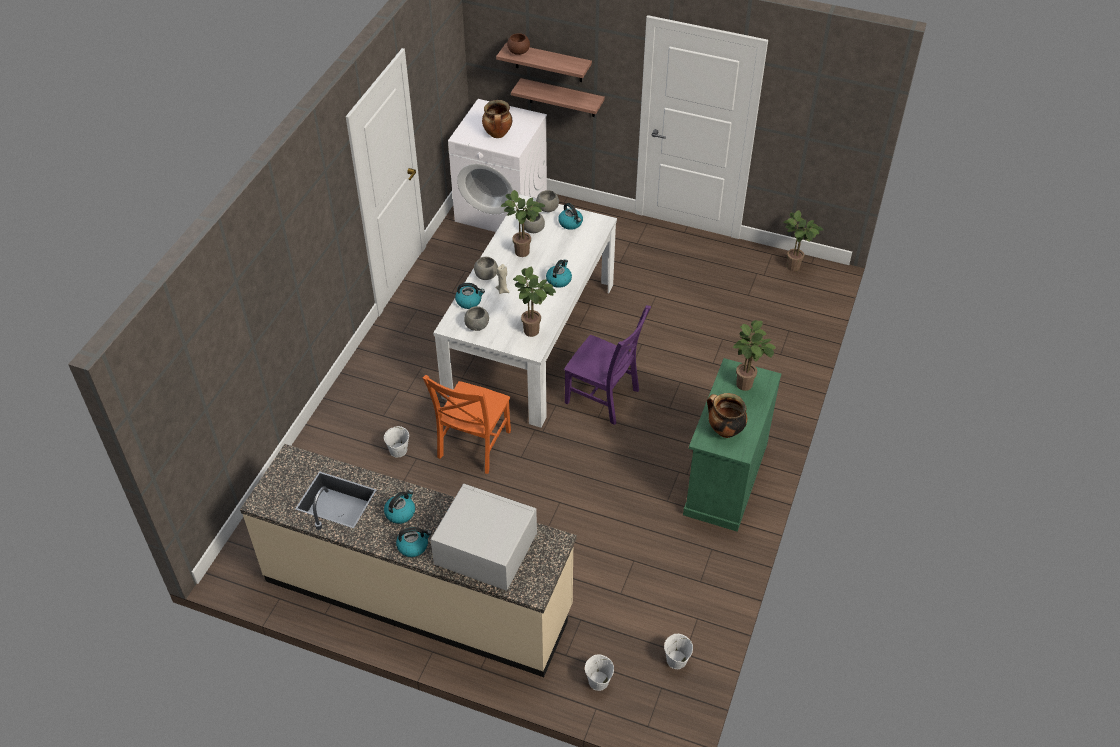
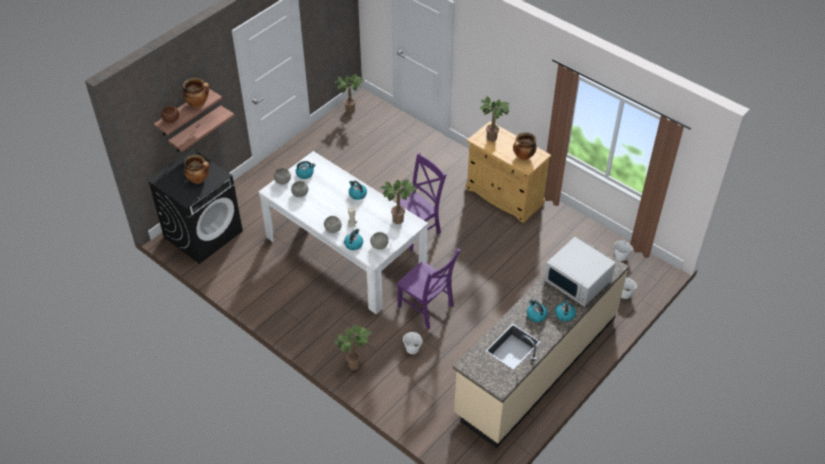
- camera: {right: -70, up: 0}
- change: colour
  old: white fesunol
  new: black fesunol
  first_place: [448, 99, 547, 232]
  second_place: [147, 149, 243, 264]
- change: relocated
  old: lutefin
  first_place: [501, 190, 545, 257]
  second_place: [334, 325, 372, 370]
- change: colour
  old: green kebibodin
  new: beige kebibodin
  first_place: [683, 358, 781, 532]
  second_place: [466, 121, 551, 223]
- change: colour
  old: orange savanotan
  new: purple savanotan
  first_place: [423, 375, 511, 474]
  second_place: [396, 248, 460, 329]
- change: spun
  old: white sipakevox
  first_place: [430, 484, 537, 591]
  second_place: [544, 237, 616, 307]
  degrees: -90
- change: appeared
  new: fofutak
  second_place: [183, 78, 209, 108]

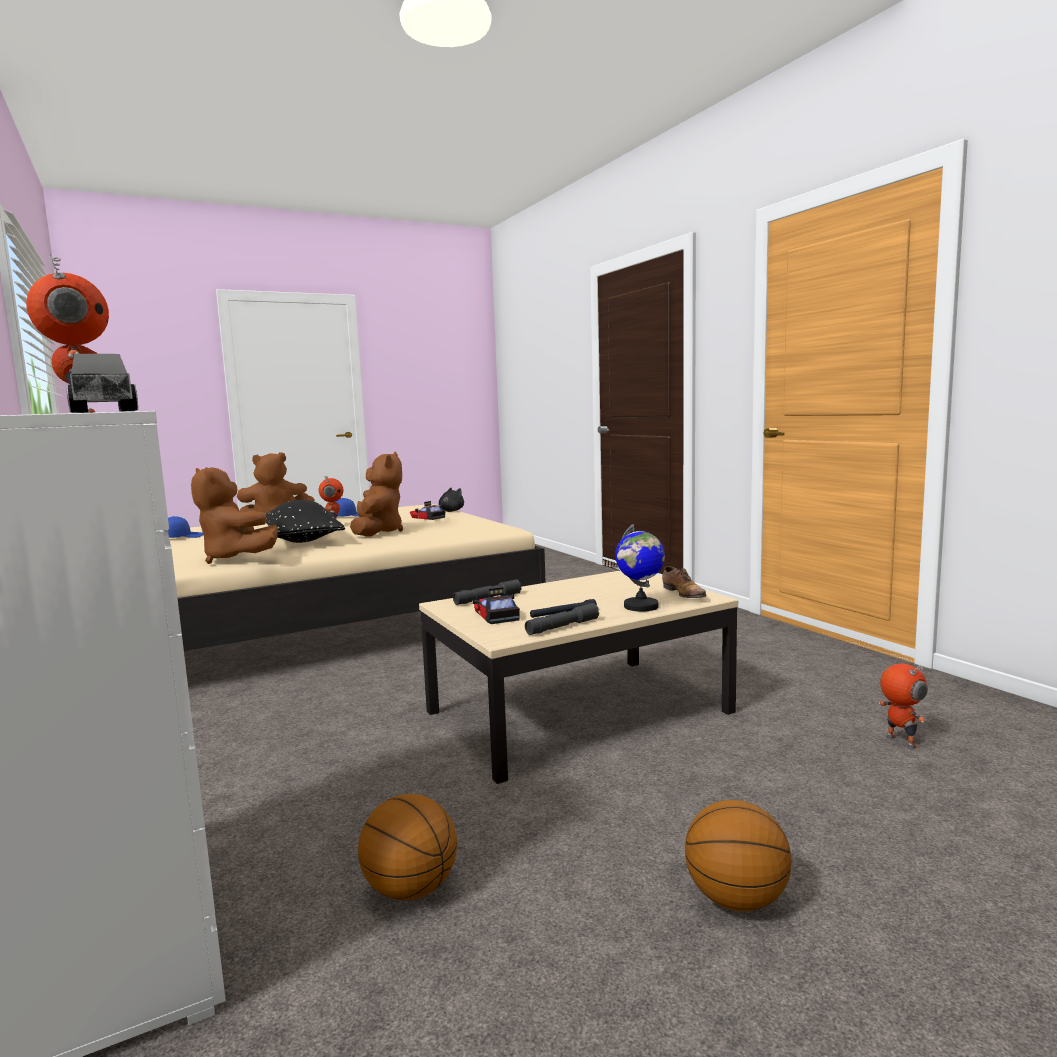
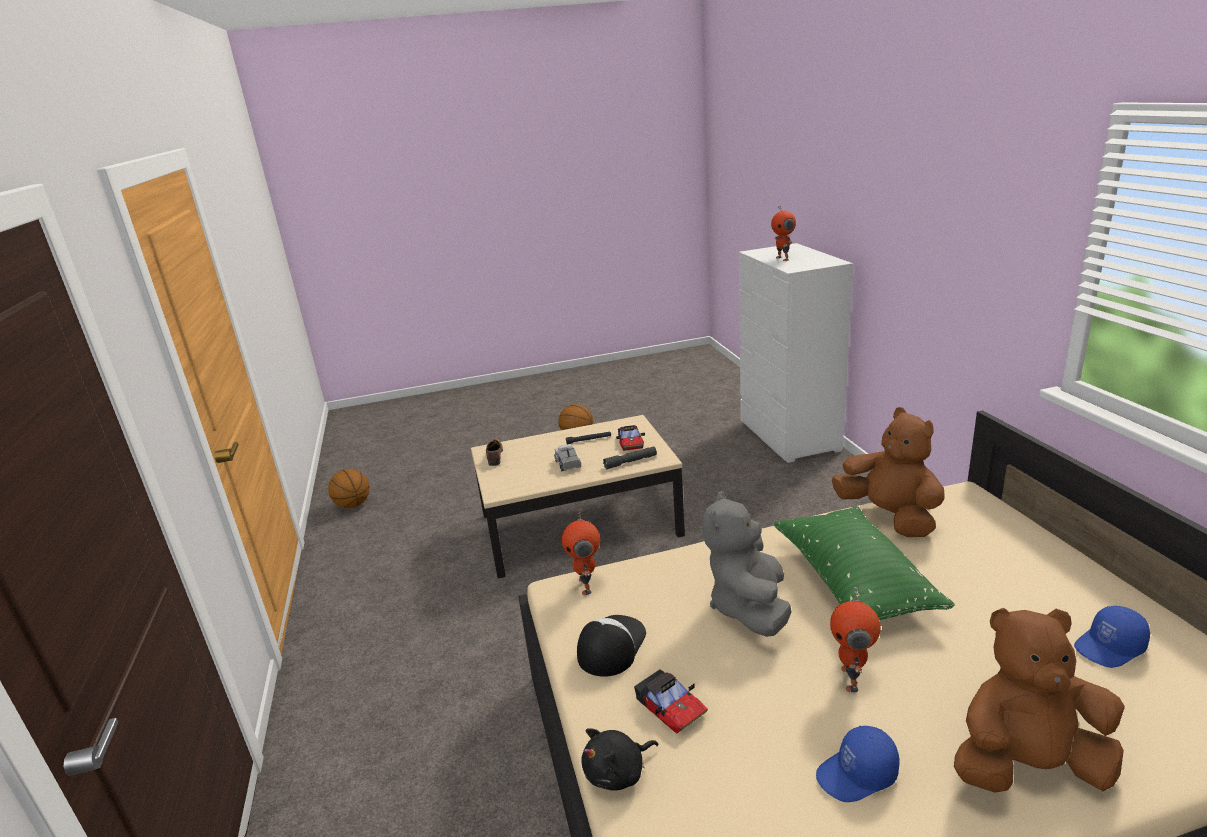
- camera: {right: -165, up: 15}
- change: relocated
  old: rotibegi
  first_place: [66, 354, 138, 413]
  second_place: [554, 444, 581, 471]
- change: colour
  old: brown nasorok
  new: grey nasorok
  first_place: [350, 452, 403, 537]
  second_place: [703, 491, 791, 637]
- change: colour
  old: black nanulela
  new: green nanulela
  first_place: [266, 500, 345, 543]
  second_place: [774, 506, 955, 620]
- change: missing
  old: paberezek
  first_place: [615, 524, 665, 612]
- change: missing
  old: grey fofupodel
  first_place: [525, 603, 599, 635]
- change: relocated
  old: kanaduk
  first_place: [879, 663, 928, 749]
  second_place: [562, 508, 600, 595]
- change: relocated
  old: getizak
  first_place: [358, 794, 457, 901]
  second_place: [328, 469, 370, 508]
- change: appeared
  new: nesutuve
  second_place: [577, 615, 646, 677]

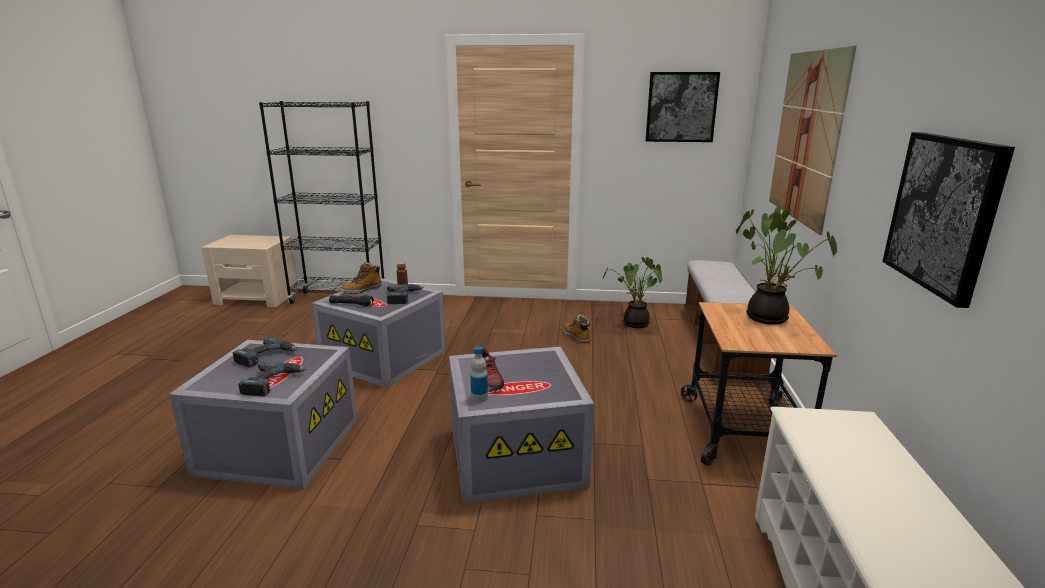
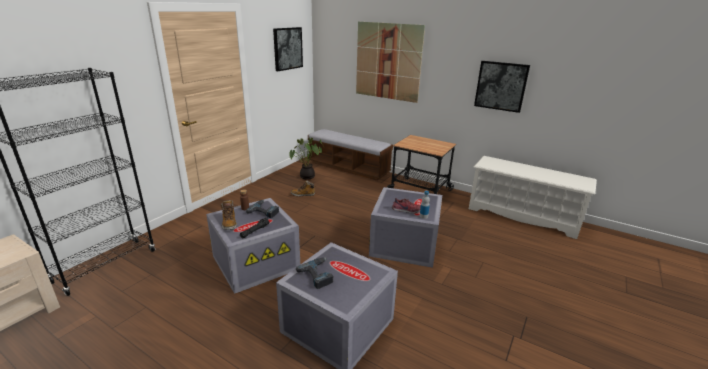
- camera: {right: -65, up: 5}
- change: missing
  old: lutefin
  first_place: [736, 207, 837, 325]
- change: missing
  old: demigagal
  first_place: [238, 362, 306, 396]

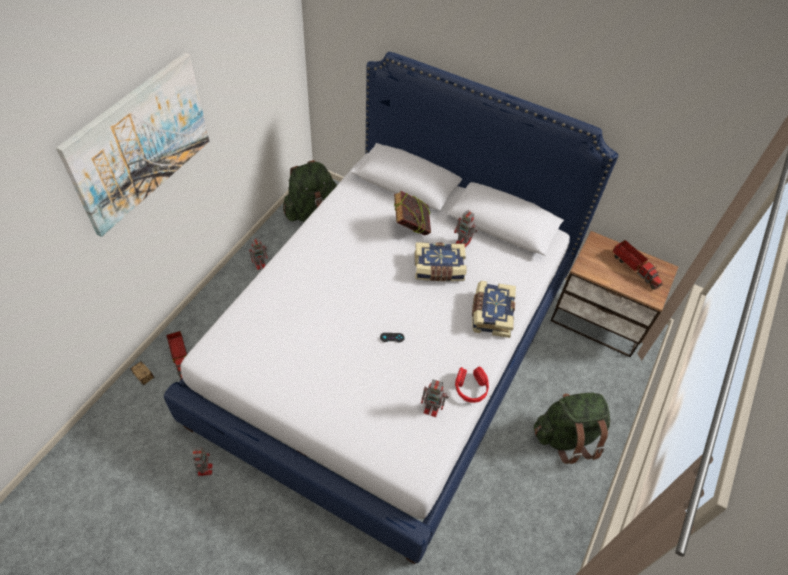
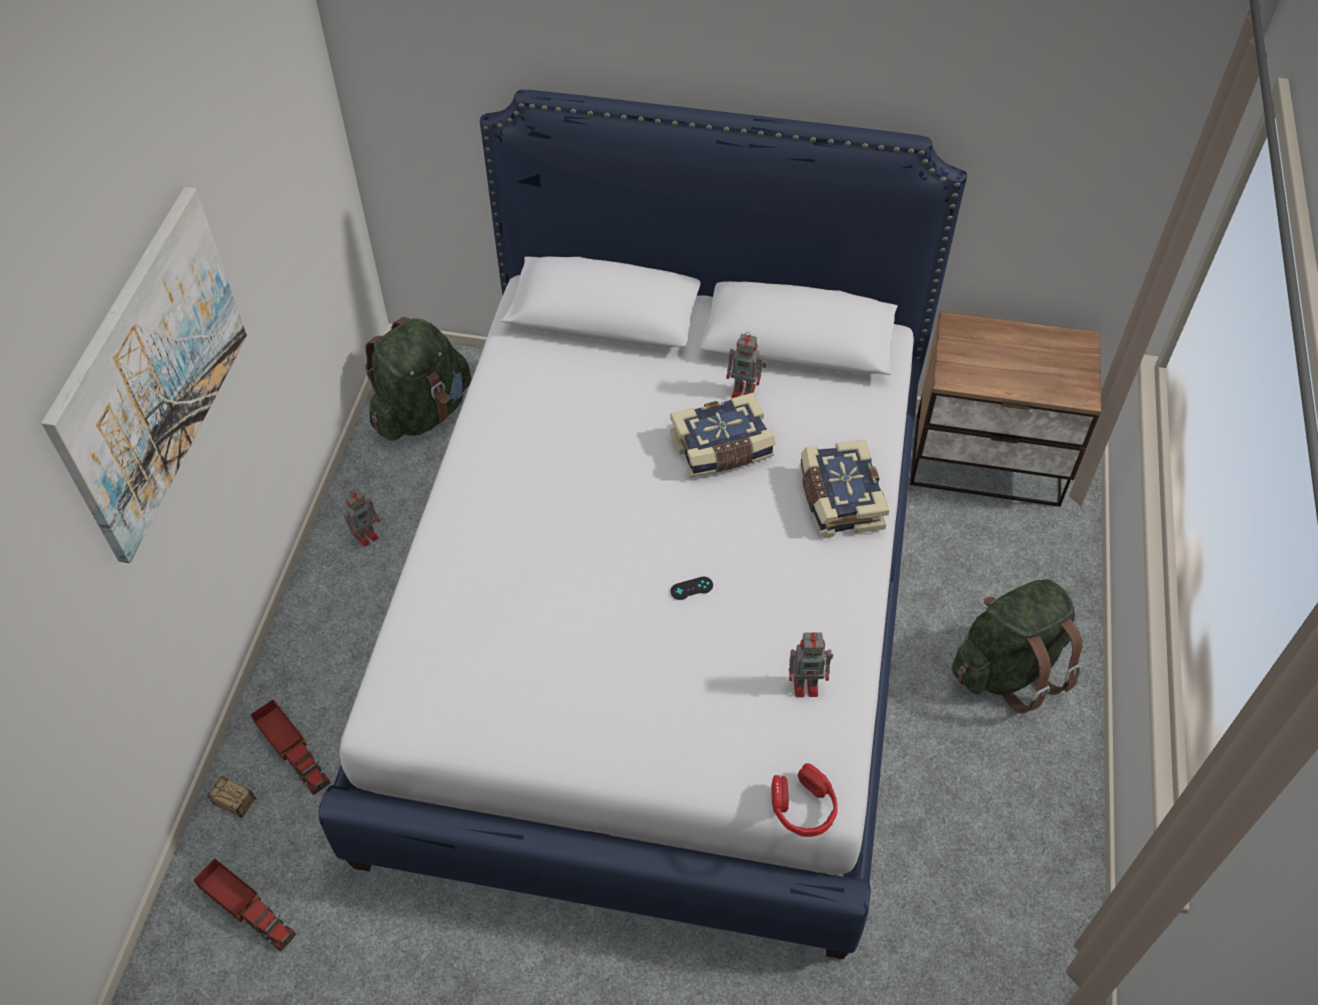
- camera: {right: -15, up: 0}
- change: missing
  old: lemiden
  first_place: [394, 191, 431, 235]
- change: relocated
  old: rotibegi
  first_place: [613, 240, 662, 290]
  second_place: [193, 858, 296, 952]
- change: relocated
  old: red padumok
  first_place: [455, 367, 489, 403]
  second_place: [771, 763, 838, 837]
- change: missing
  old: kanaduk
  first_place: [192, 448, 213, 476]

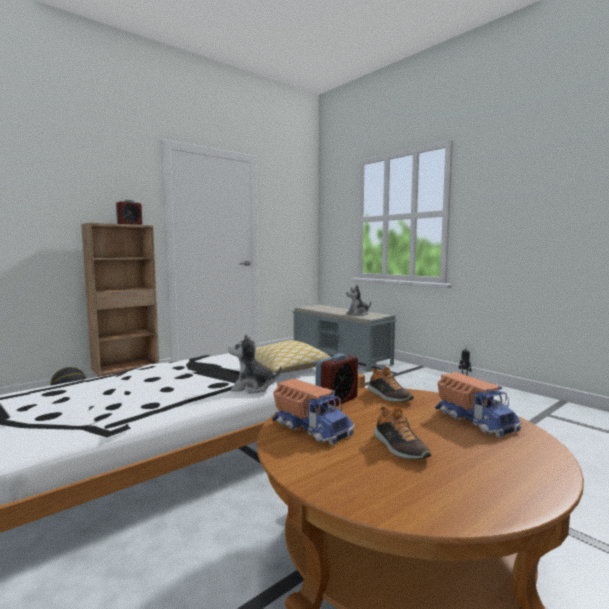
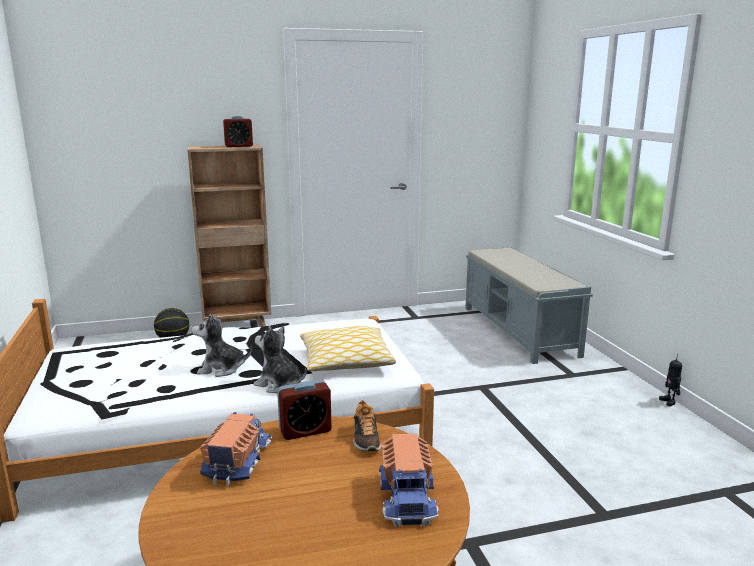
- camera: {right: 25, up: 10}
- change: relocated
  old: nasorok
  first_place: [346, 285, 371, 315]
  second_place: [192, 314, 252, 377]
- change: spun
  old: rotibegi
  first_place: [272, 378, 355, 445]
  second_place: [200, 412, 272, 486]
  degrees: -150
- change: missing
  old: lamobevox
  first_place: [374, 406, 431, 459]

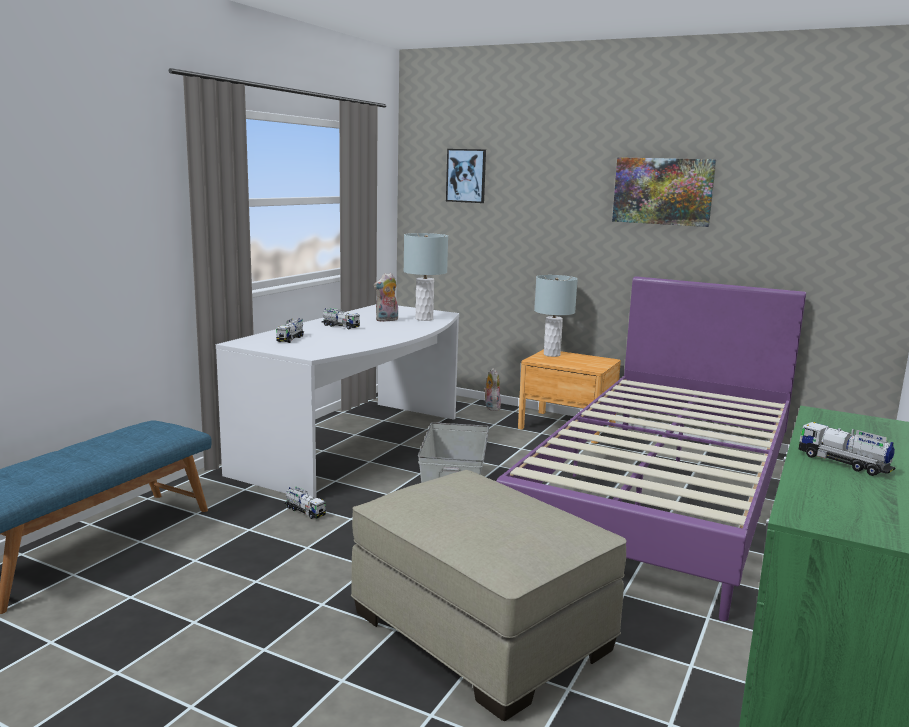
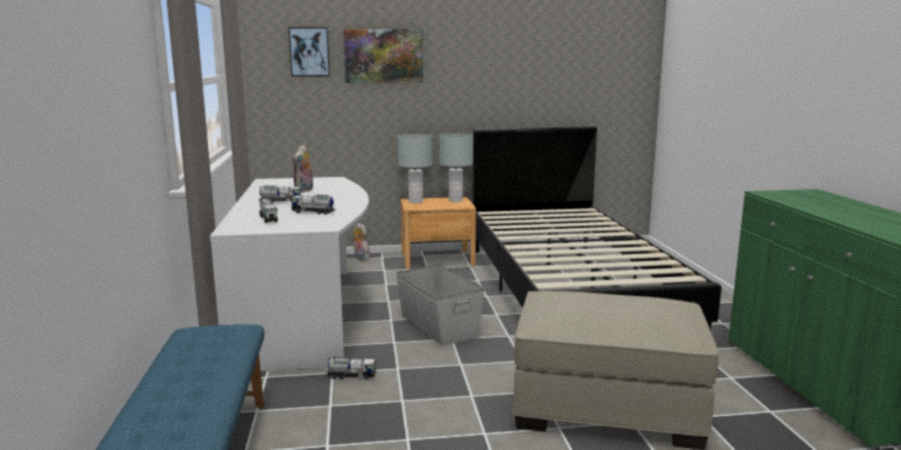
- camera: {right: -35, up: 0}
- change: relocated
  old: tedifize
  first_place: [612, 157, 716, 227]
  second_place: [344, 29, 423, 83]
- change: relocated
  old: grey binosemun
  first_place: [403, 233, 448, 321]
  second_place: [439, 133, 473, 202]
- change: colour
  old: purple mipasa
  new: black mipasa
  first_place: [496, 276, 806, 621]
  second_place: [472, 126, 721, 331]
- change: relocated
  old: rotibegi
  first_place: [798, 422, 896, 476]
  second_place: [291, 195, 336, 215]

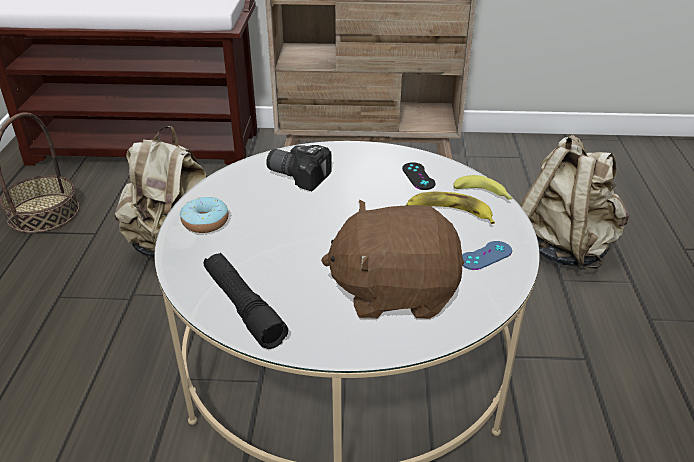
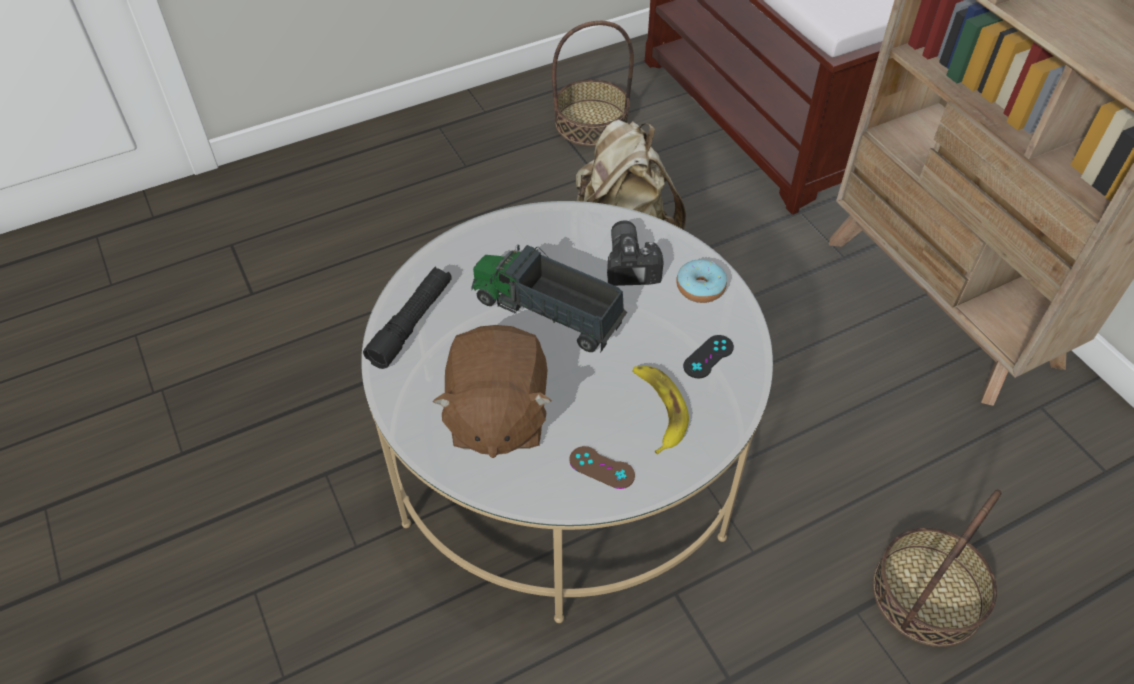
- camera: {right: 60, up: 15}
- change: exchanged
  old: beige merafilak
  new: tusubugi
  first_place: [520, 134, 629, 270]
  second_place: [873, 489, 1002, 647]
- change: missing
  old: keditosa
  first_place: [453, 175, 513, 200]
- change: relocated
  old: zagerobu
  first_place: [180, 197, 229, 233]
  second_place: [676, 259, 727, 303]
- change: spun
  old: brown nasorok
  first_place: [321, 200, 464, 319]
  second_place: [433, 325, 551, 458]
  degrees: -150
- change: colour
  old: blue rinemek
  new: brown rinemek
  first_place: [462, 241, 512, 270]
  second_place: [569, 446, 635, 489]
- change: appeared
  new: rotibegi
  second_place: [471, 245, 627, 352]

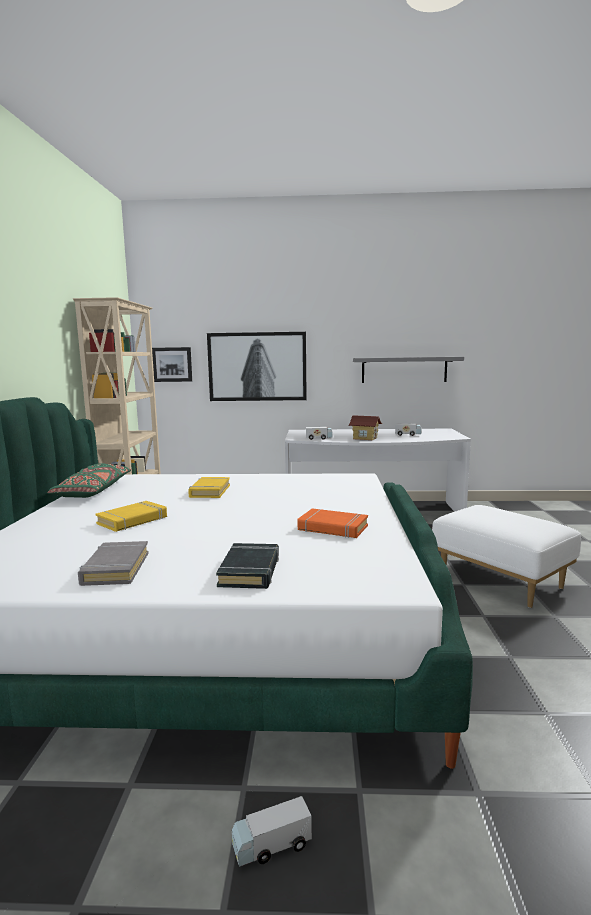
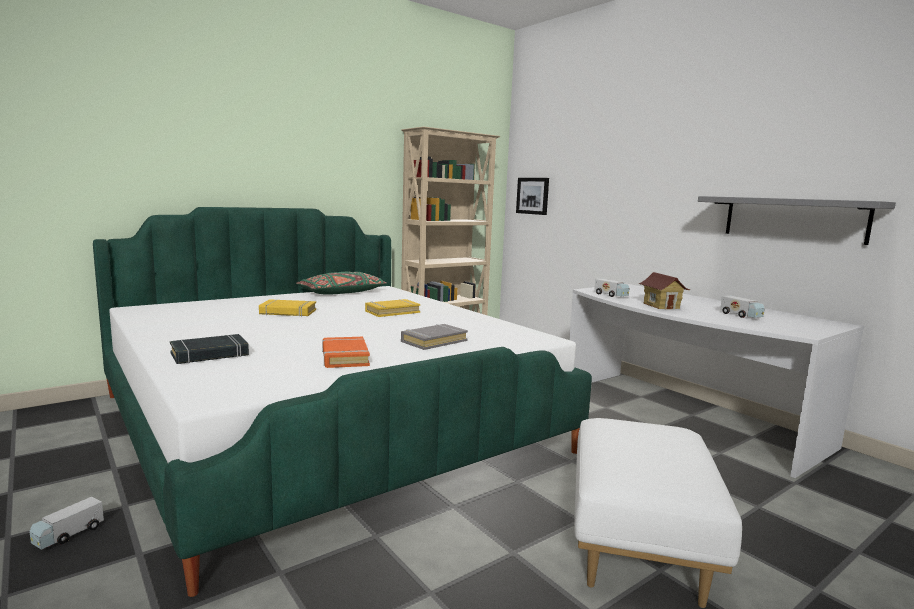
- camera: {right: 50, up: 0}
- change: missing
  old: tedifize
  first_place: [207, 332, 307, 401]
- change: relocated
  old: grey lemiden
  first_place: [78, 541, 149, 586]
  second_place: [401, 324, 468, 350]
- change: spun
  old: rotibegi
  first_place: [232, 796, 312, 867]
  second_place: [29, 497, 104, 550]
  degrees: -90

